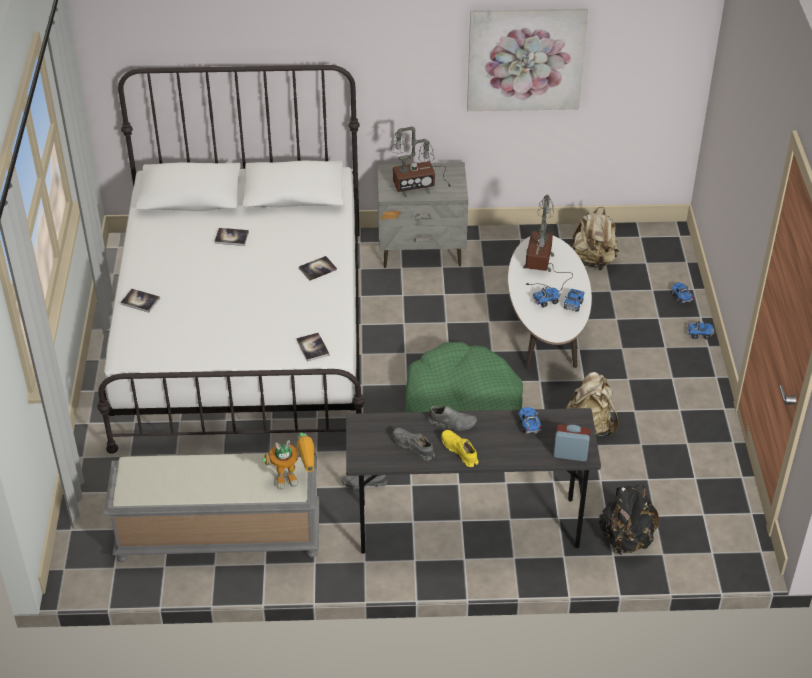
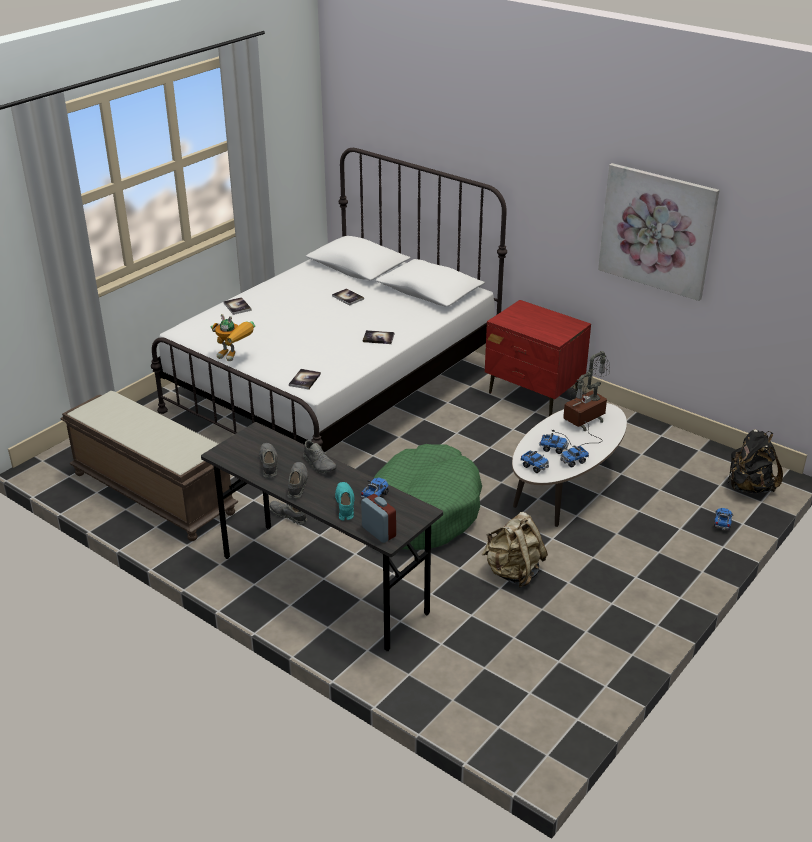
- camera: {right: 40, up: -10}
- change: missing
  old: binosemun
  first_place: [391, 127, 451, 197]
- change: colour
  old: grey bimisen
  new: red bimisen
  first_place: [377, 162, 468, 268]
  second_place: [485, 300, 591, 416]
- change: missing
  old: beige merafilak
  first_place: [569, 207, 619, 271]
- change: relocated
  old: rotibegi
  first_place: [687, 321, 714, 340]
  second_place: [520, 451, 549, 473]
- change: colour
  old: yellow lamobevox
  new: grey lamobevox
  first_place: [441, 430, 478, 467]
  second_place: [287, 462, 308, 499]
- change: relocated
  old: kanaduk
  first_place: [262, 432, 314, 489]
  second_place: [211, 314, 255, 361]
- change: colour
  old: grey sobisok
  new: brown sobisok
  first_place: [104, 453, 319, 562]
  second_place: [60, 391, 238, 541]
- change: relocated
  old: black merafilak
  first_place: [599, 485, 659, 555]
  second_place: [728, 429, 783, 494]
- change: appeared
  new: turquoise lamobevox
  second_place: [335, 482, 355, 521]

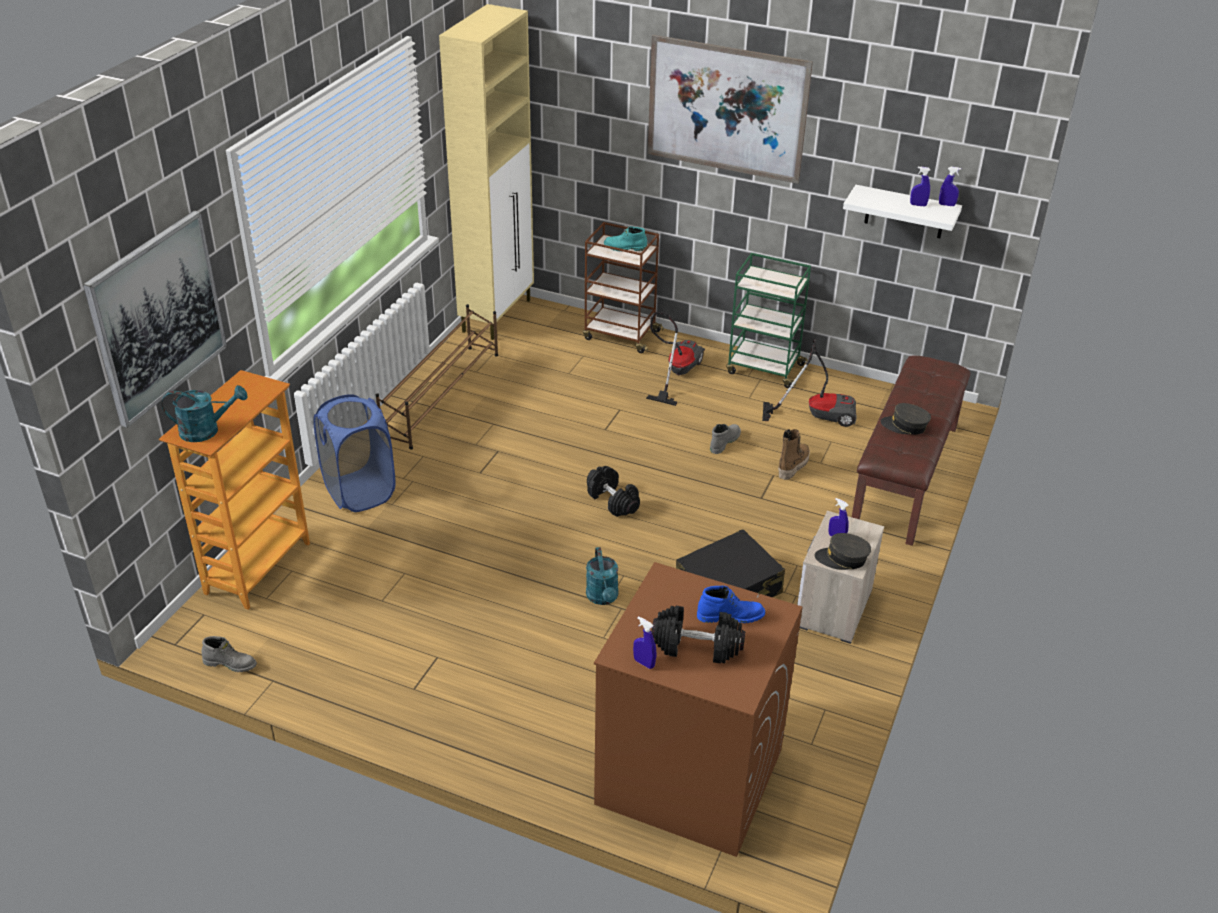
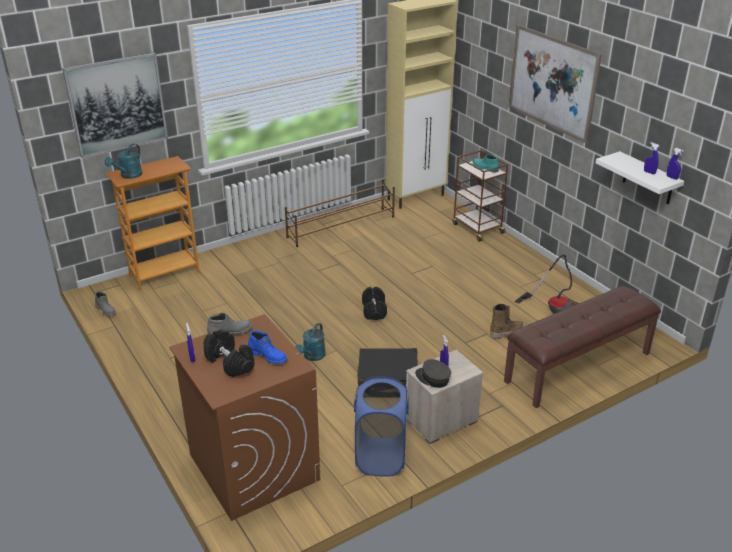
- camera: {right: 35, up: -5}
- change: missing
  old: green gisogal
  first_place: [726, 253, 811, 388]
- change: missing
  old: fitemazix
  first_place: [646, 311, 705, 406]
- change: spun
  old: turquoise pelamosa
  first_place: [162, 385, 248, 442]
  second_place: [105, 144, 143, 179]
  degrees: 90
- change: relocated
  old: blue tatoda
  first_place: [313, 394, 396, 512]
  second_place: [354, 376, 409, 476]
- change: missing
  old: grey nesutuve
  first_place: [880, 403, 931, 435]
- change: relocated
  old: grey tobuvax
  first_place: [710, 424, 741, 454]
  second_place: [207, 313, 252, 335]

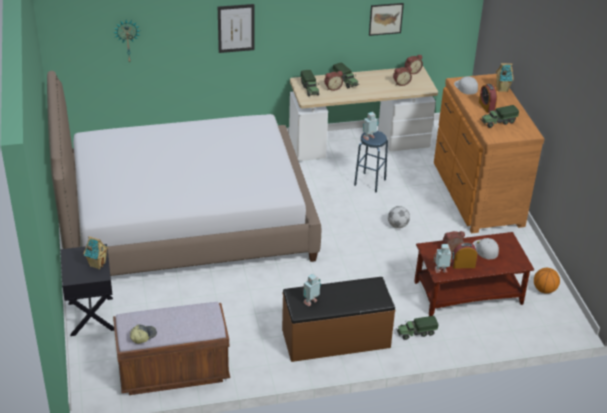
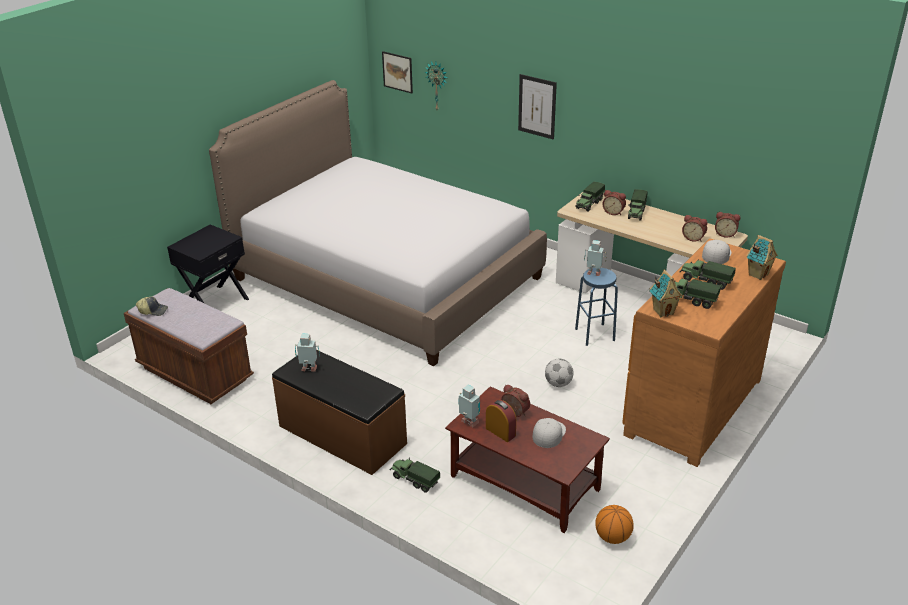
- camera: {right: 50, up: -5}
- change: relocated
  old: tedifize
  first_place: [369, 3, 404, 36]
  second_place: [382, 51, 413, 93]
- change: exchanged
  old: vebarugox
  new: rotibegi
  first_place: [479, 84, 497, 113]
  second_place: [680, 259, 736, 290]
- change: relocated
  old: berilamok
  first_place: [83, 236, 108, 270]
  second_place: [650, 270, 683, 318]

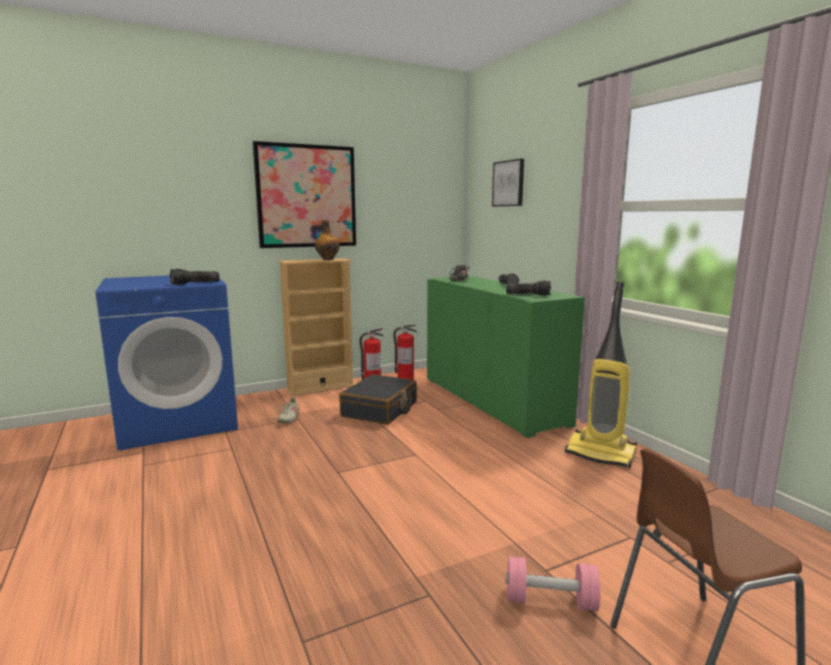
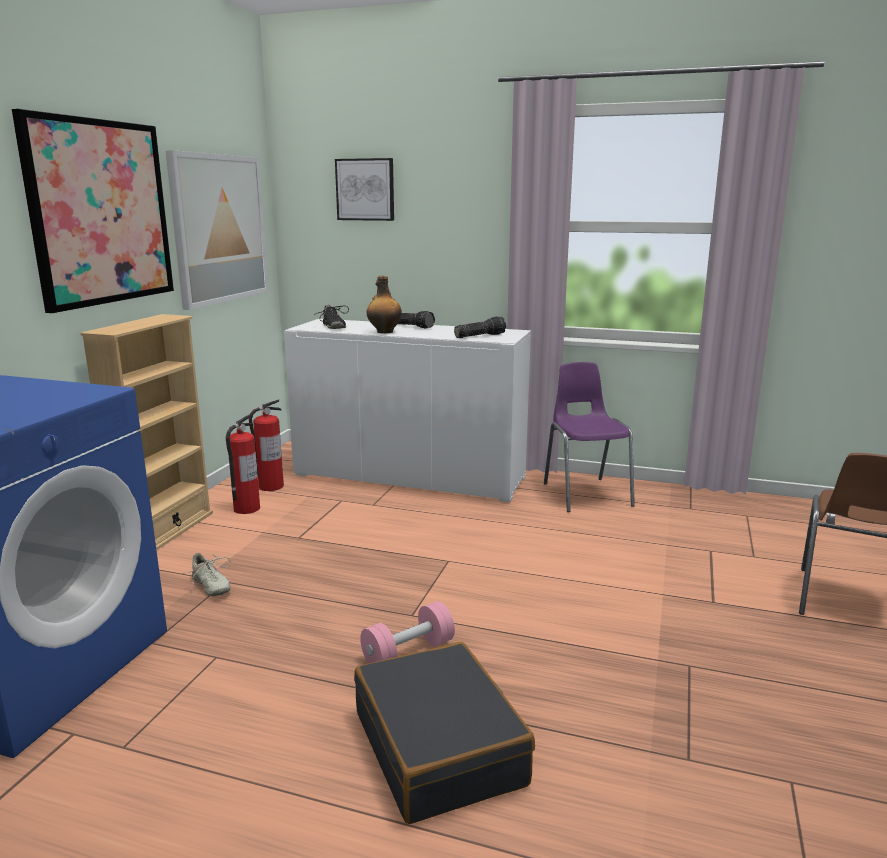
- camera: {right: -45, up: 5}
- change: relocated
  old: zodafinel
  first_place: [315, 220, 340, 260]
  second_place: [367, 276, 402, 333]
- change: missing
  old: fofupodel
  first_place: [170, 269, 220, 285]
- change: colour
  old: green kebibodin
  new: white kebibodin
  first_place: [427, 276, 585, 438]
  second_place: [284, 319, 531, 502]
- change: exchanged
  old: fitemazix
  new: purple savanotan
  first_place: [565, 282, 637, 468]
  second_place: [544, 362, 635, 512]
- change: relocated
  old: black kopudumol
  first_place: [339, 374, 417, 425]
  second_place: [354, 642, 535, 824]
- change: relocated
  old: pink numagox
  first_place: [506, 556, 600, 611]
  second_place: [360, 601, 455, 664]
- change: appeared
  new: tedifize
  second_place: [165, 150, 269, 310]

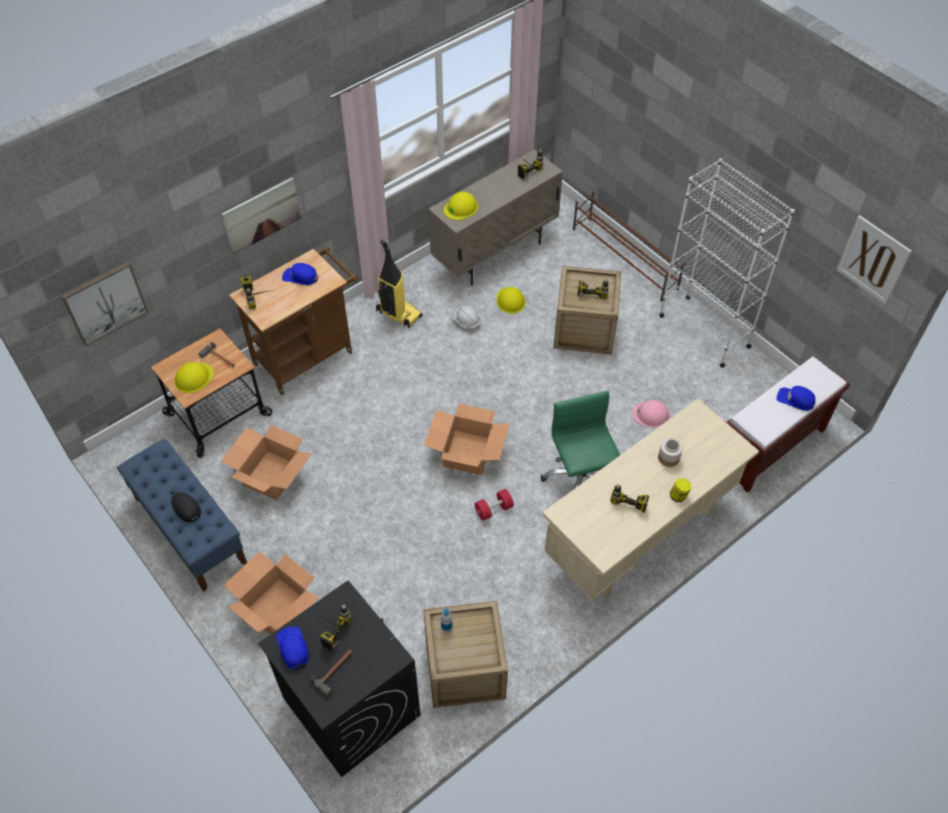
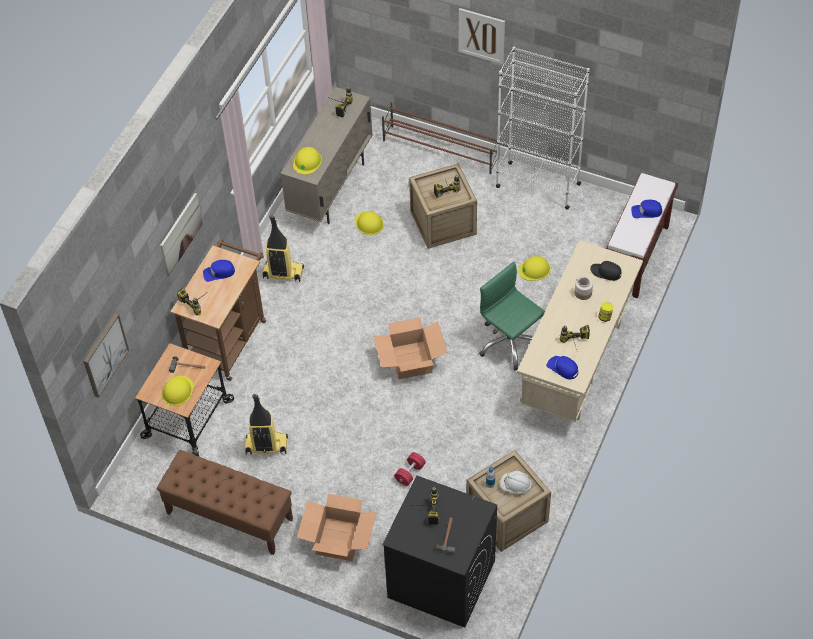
- camera: {right: -25, up: 0}
- change: relocated
  old: tedifize
  first_place: [836, 215, 912, 305]
  second_place: [459, 8, 505, 65]
- change: relocated
  old: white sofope
  first_place: [453, 306, 481, 329]
  second_place: [500, 471, 532, 494]
- change: colour
  old: pink sofope
  new: yellow sofope
  first_place: [632, 400, 670, 428]
  second_place: [518, 256, 551, 281]
- change: exchanged
  old: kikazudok
  new: fitemazix
  first_place: [221, 425, 312, 500]
  second_place: [245, 394, 288, 455]
- change: colour
  old: blue sobisok
  new: brown sobisok
  first_place: [117, 439, 247, 592]
  second_place: [157, 450, 293, 555]
- change: relocated
  old: red numagox
  first_place: [475, 489, 514, 521]
  second_place: [394, 452, 426, 486]
- change: relocated
  old: black nesutuve
  first_place: [171, 492, 201, 522]
  second_place: [590, 261, 622, 281]
- change: relocated
  old: blue nesutuve
  first_place: [276, 626, 309, 670]
  second_place: [546, 356, 578, 379]

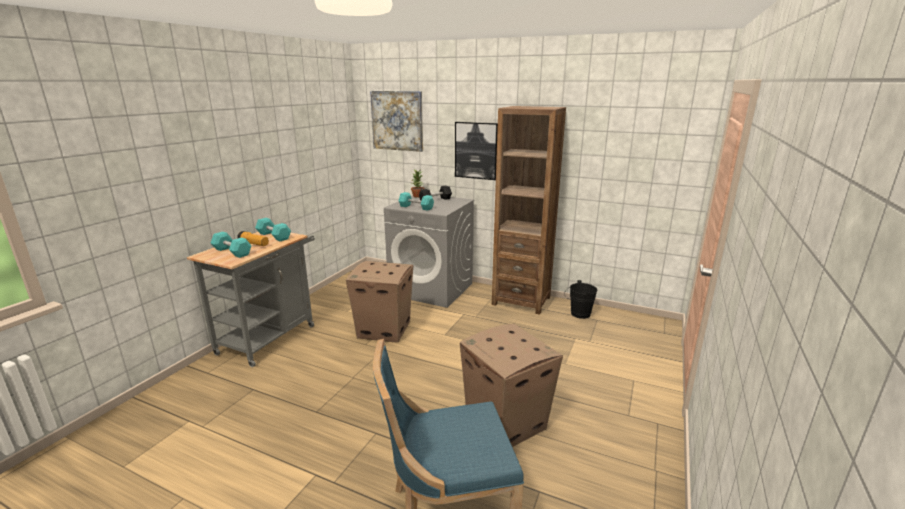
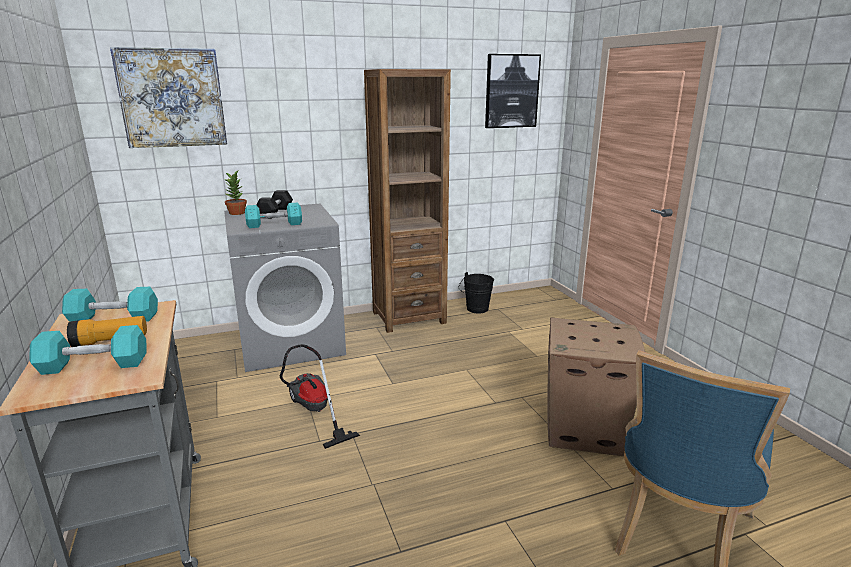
- camera: {right: -45, up: 0}
- change: relocated
  old: tedifize
  first_place: [455, 122, 498, 180]
  second_place: [485, 54, 541, 128]
- change: exchanged
  old: kikazudok
  new: fitemazix
  first_place: [346, 261, 413, 343]
  second_place: [280, 344, 360, 449]

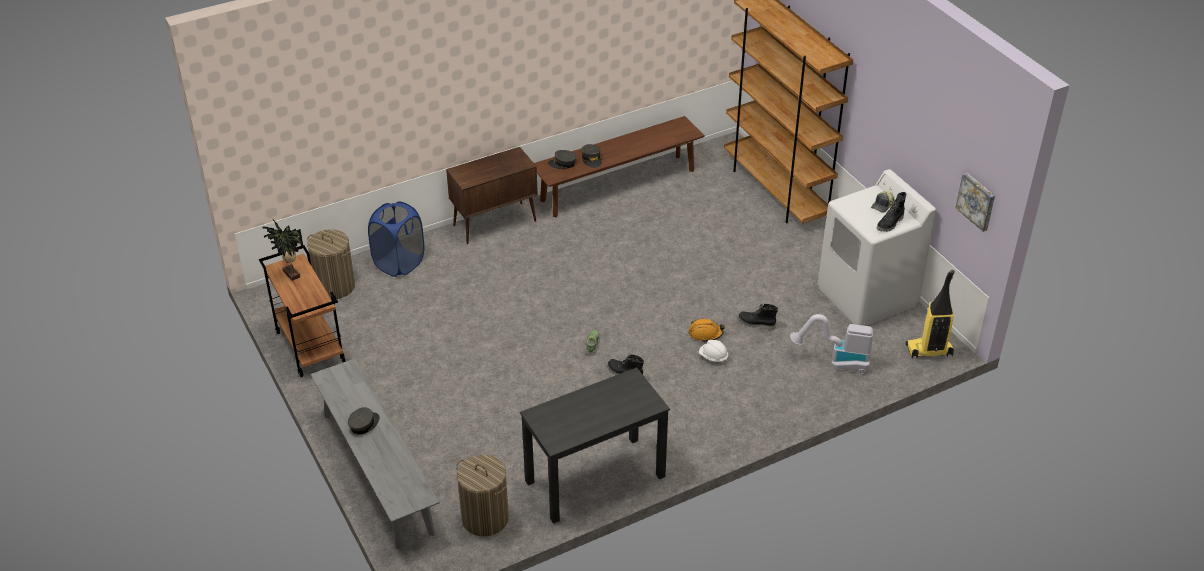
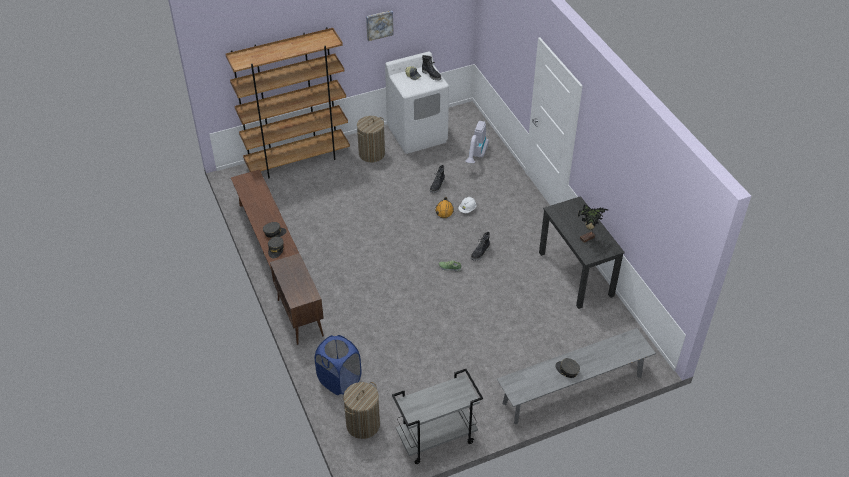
- camera: {right: -85, up: 5}
- change: relocated
  old: tedifize
  first_place: [955, 172, 995, 232]
  second_place: [366, 10, 394, 41]
- change: relocated
  old: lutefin
  first_place: [262, 219, 303, 281]
  second_place: [578, 205, 608, 243]
- change: colour
  old: brown gisogal
  new: grey gisogal
  first_place: [259, 245, 346, 377]
  second_place: [392, 369, 483, 464]
- change: missing
  old: fitemazix
  first_place: [906, 270, 955, 358]
- change: relocated
  old: tatoda
  first_place: [456, 455, 509, 536]
  second_place: [357, 116, 385, 162]

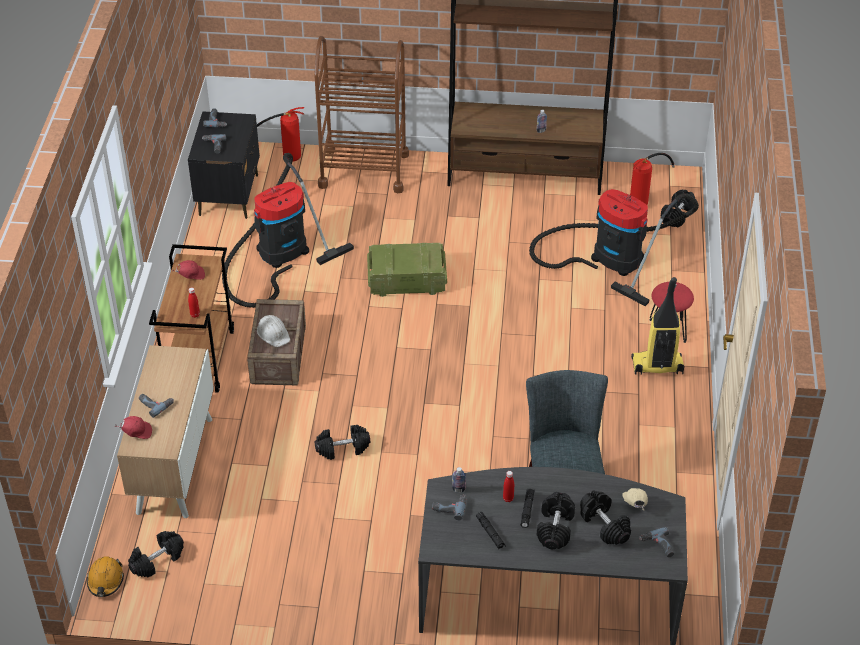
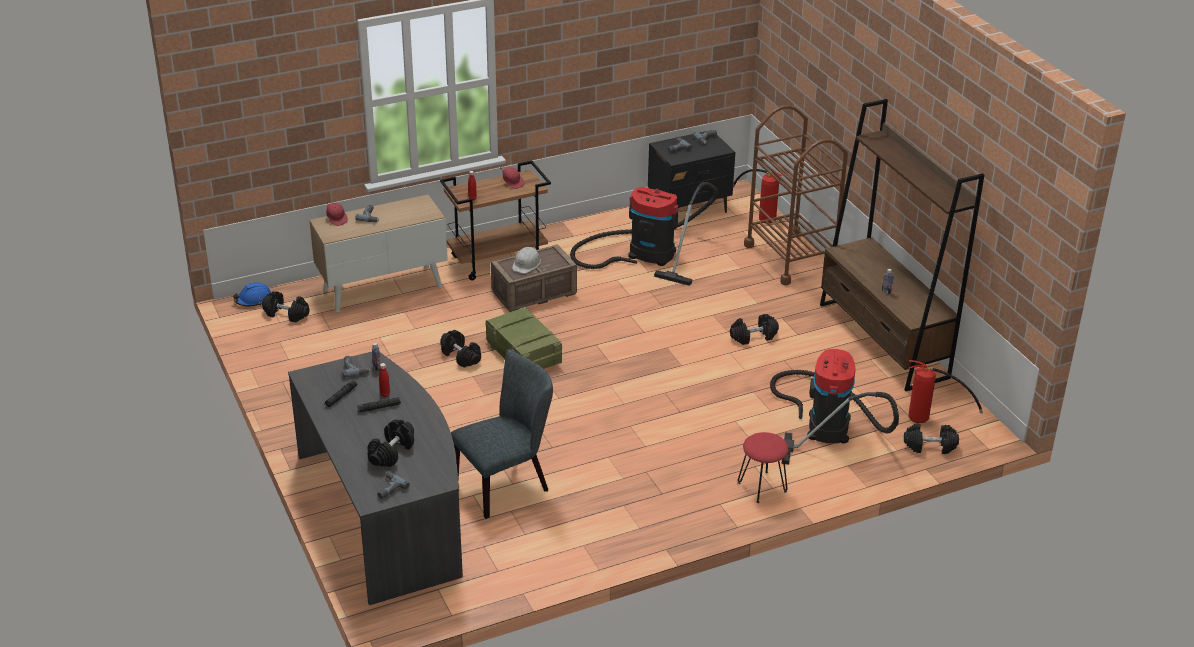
- camera: {right: 60, up: -10}
- change: relocated
  old: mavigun
  first_place: [367, 243, 447, 297]
  second_place: [486, 307, 562, 369]
- change: missing
  old: fitemazix
  first_place: [631, 277, 684, 375]
- change: missing
  old: beige nesutuve
  first_place: [622, 488, 648, 510]
- change: relocated
  old: black numagox
  first_place: [537, 492, 575, 549]
  second_place: [730, 314, 779, 345]
- change: colour
  old: orange sofope
  new: blue sofope
  first_place: [87, 556, 124, 597]
  second_place: [233, 282, 271, 306]

